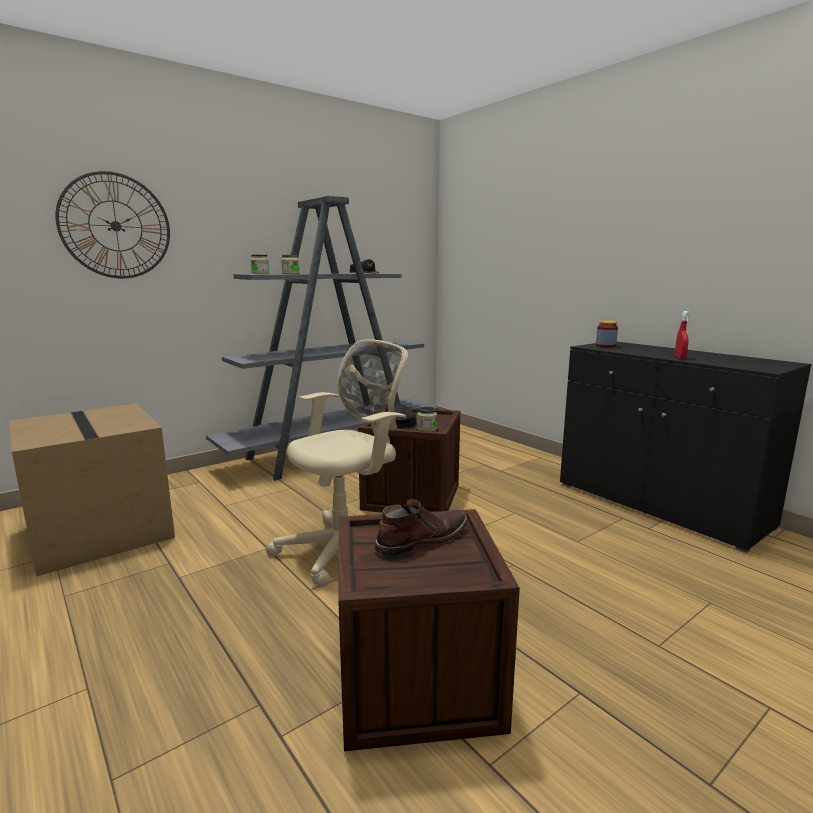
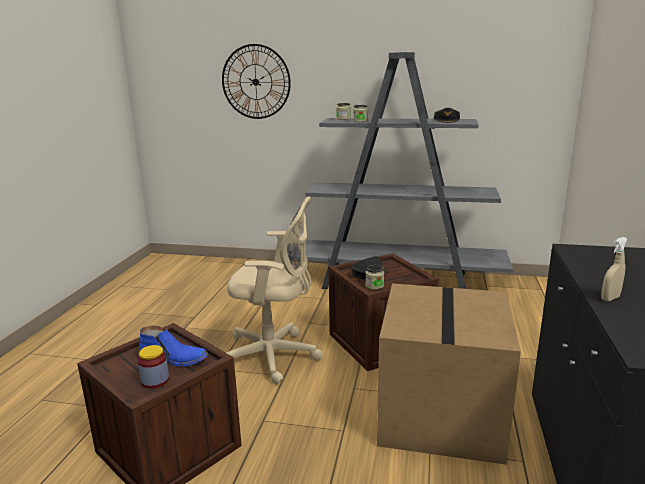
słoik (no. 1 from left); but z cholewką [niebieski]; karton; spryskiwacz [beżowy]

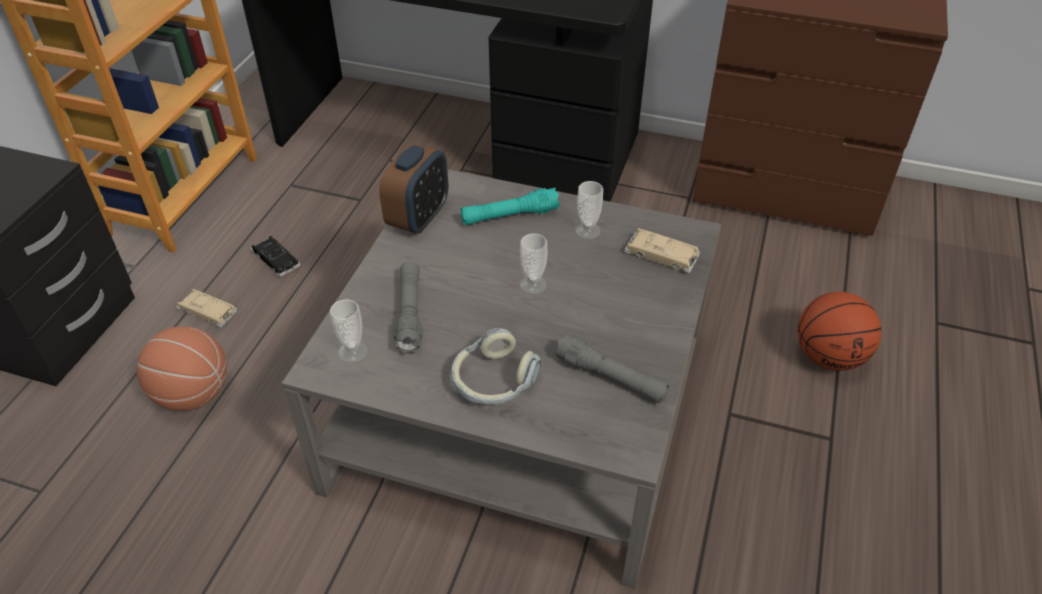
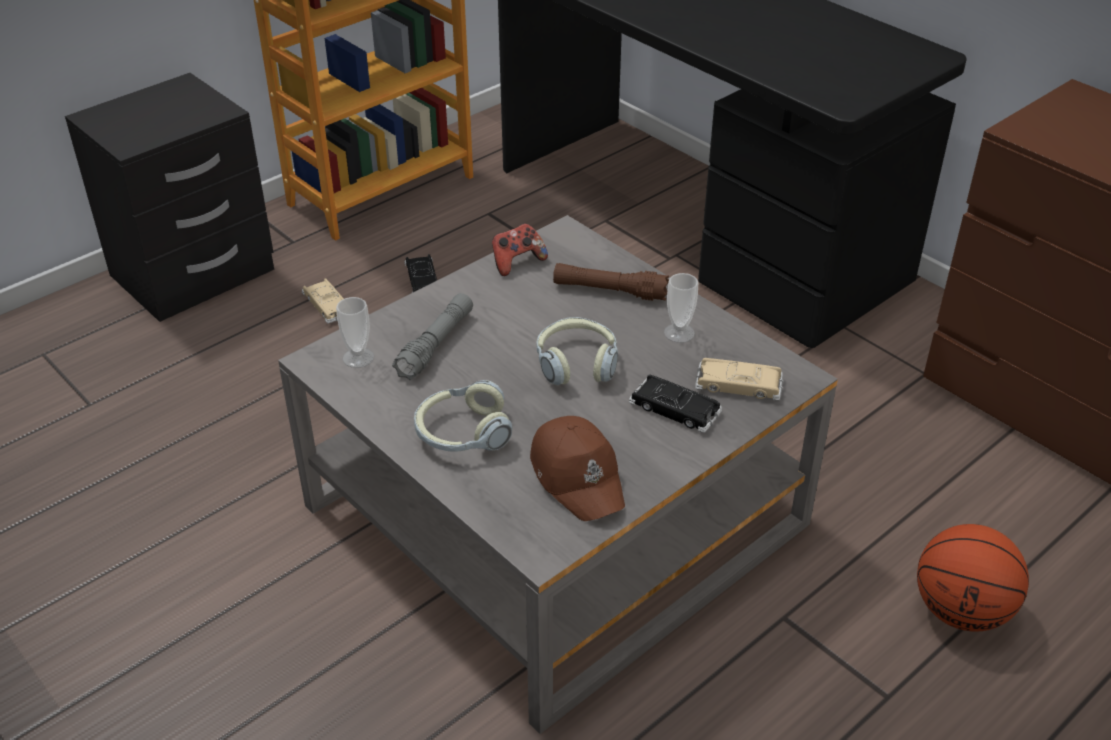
pad do gier; czapka z daszkiem [brązowy]; słuchawki (no. 2 from left); latarka [brązowy]; samochodzik [czarny] (no. 2 from left); samochodzik [beżowy] (no. 2 from left); piłka do koszykówki (no. 1 from left in the first image)

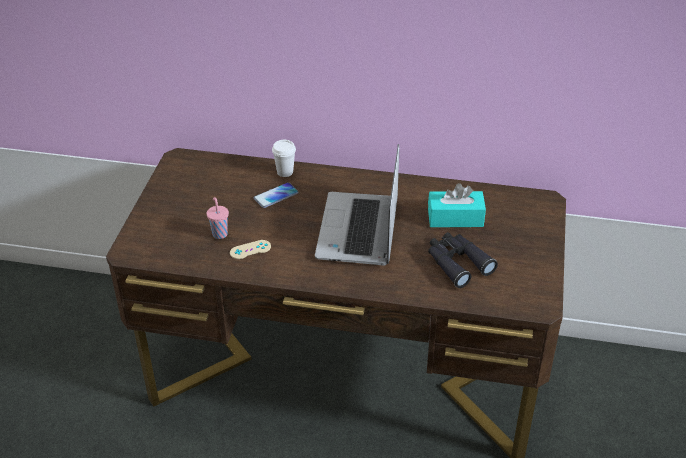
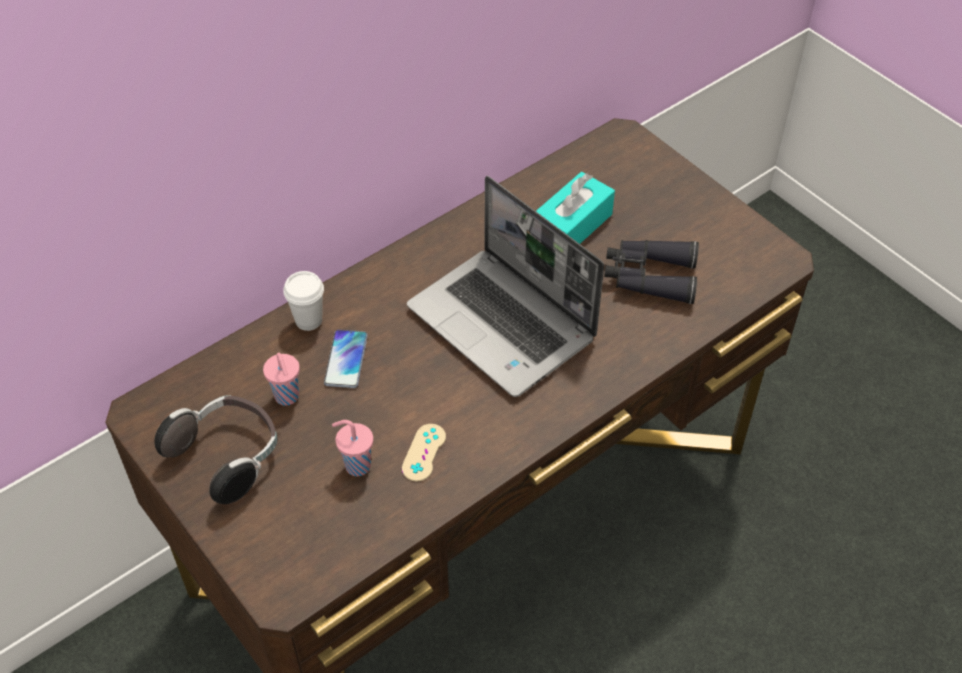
słuchawki; filiżanka [różowy] (no. 1 from left)

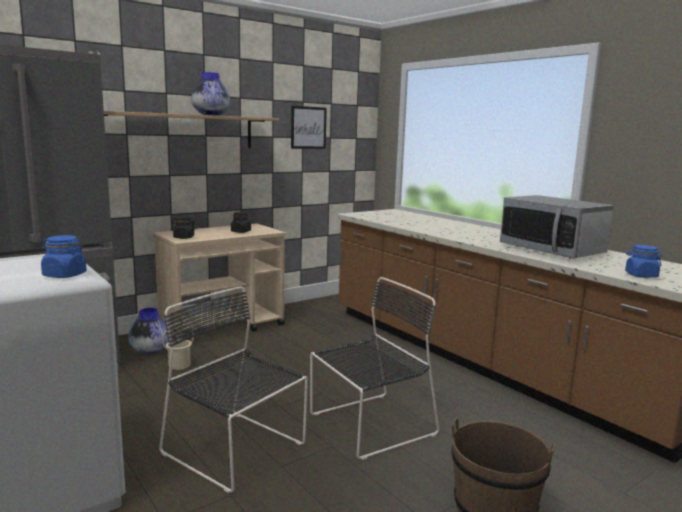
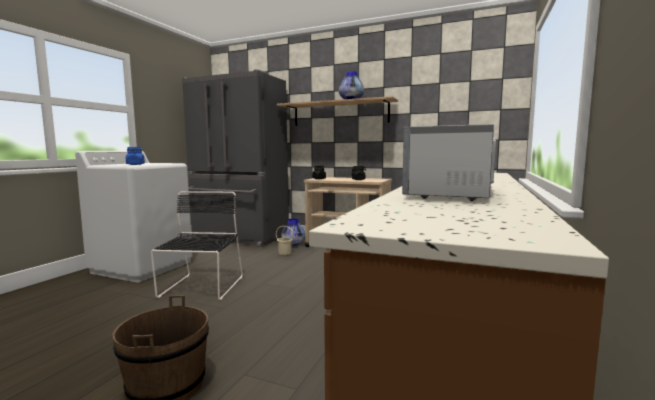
obraz; krzesło [czarny] (no. 2 from left in the first image); słoik [niebieski] (no. 2 from left in the first image)

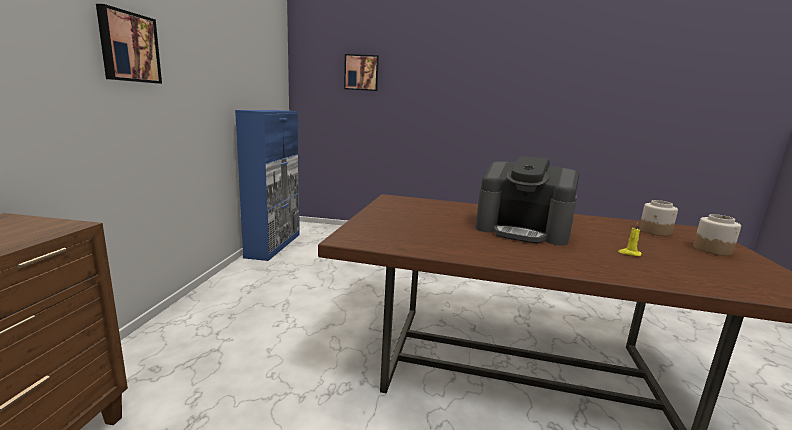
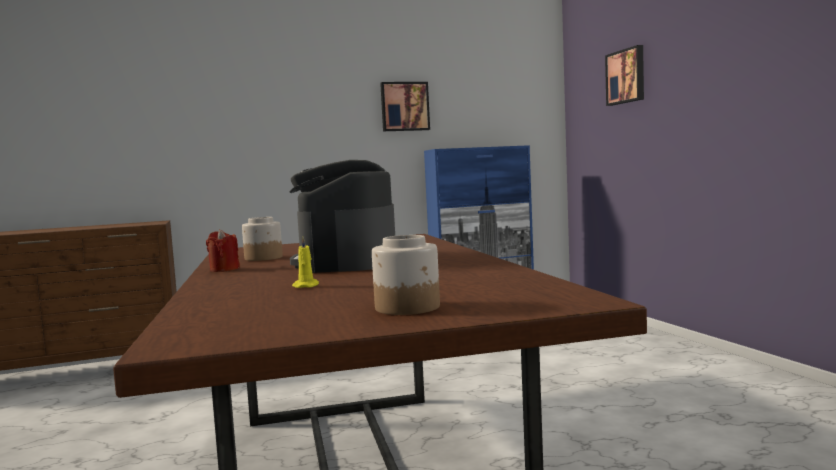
świeca [czerwony]; słoik (no. 1 from left); obraz (no. 1 from left)

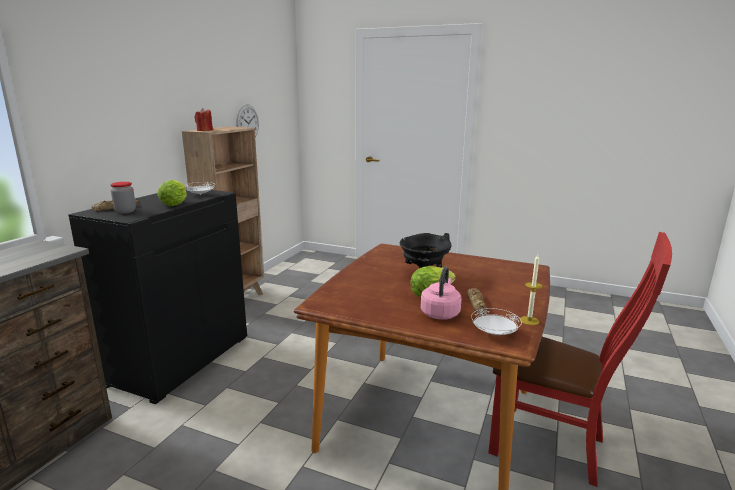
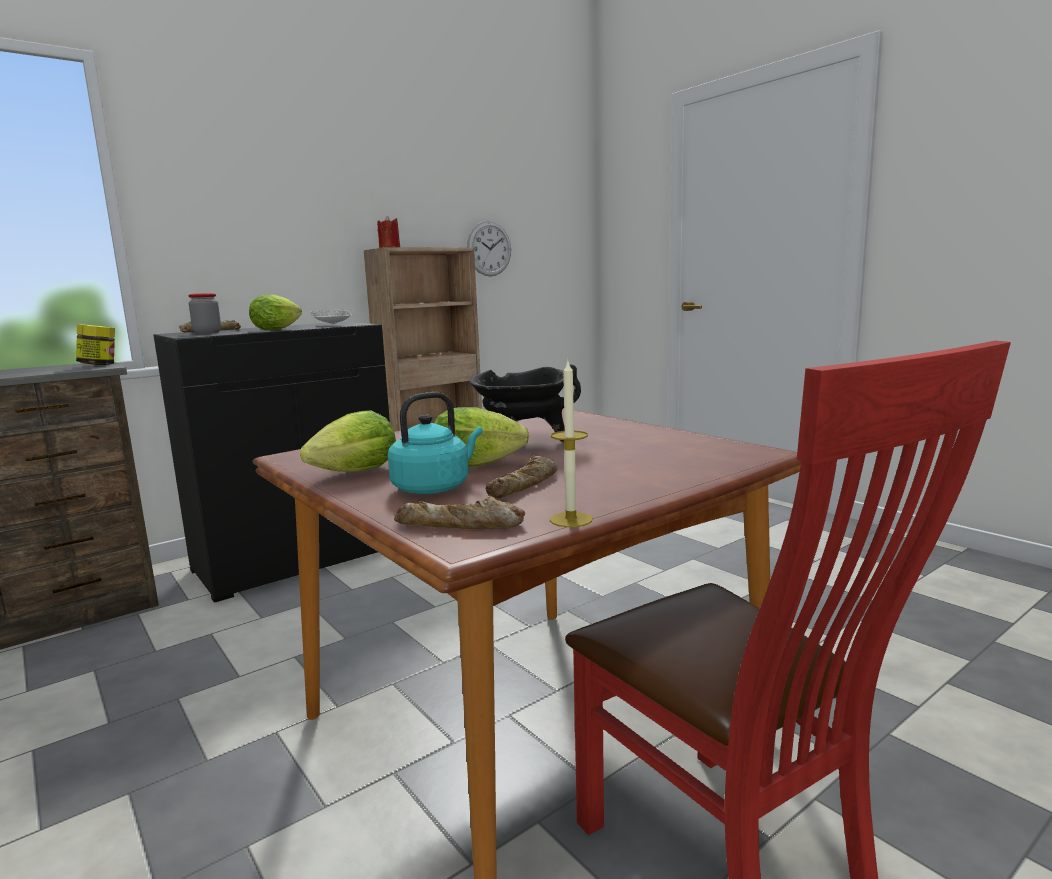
słoik (no. 1 from left); sałata (no. 2 from left); czajnik [turkusowy]; chleb (no. 2 from left)

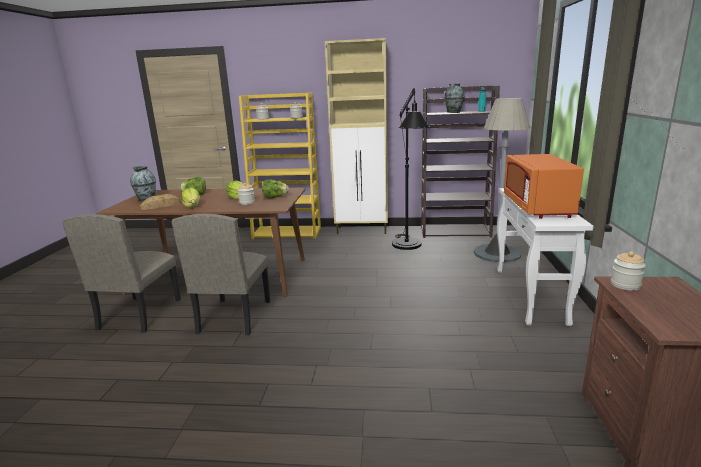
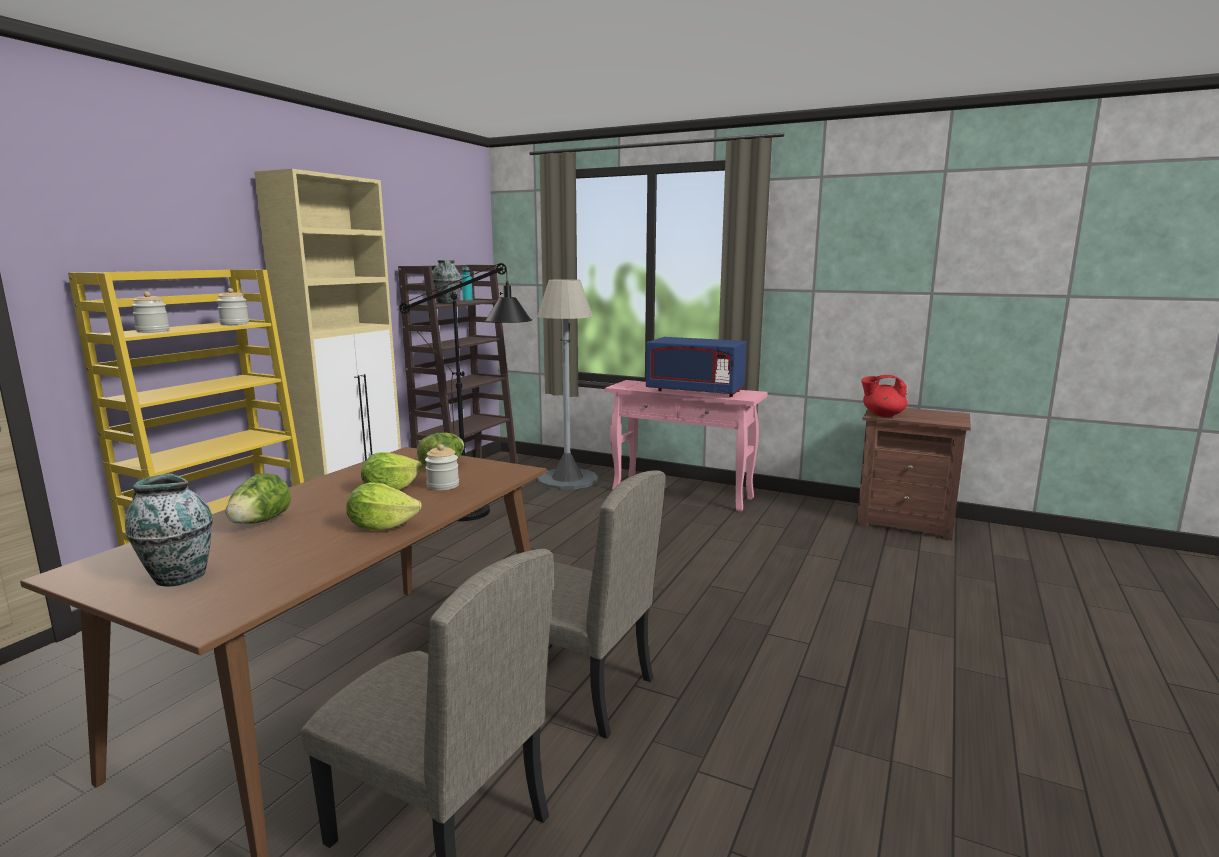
stolik konsolowy [różowy]; mikrofalówka [niebieski]; imbryk [czerwony]; chleb

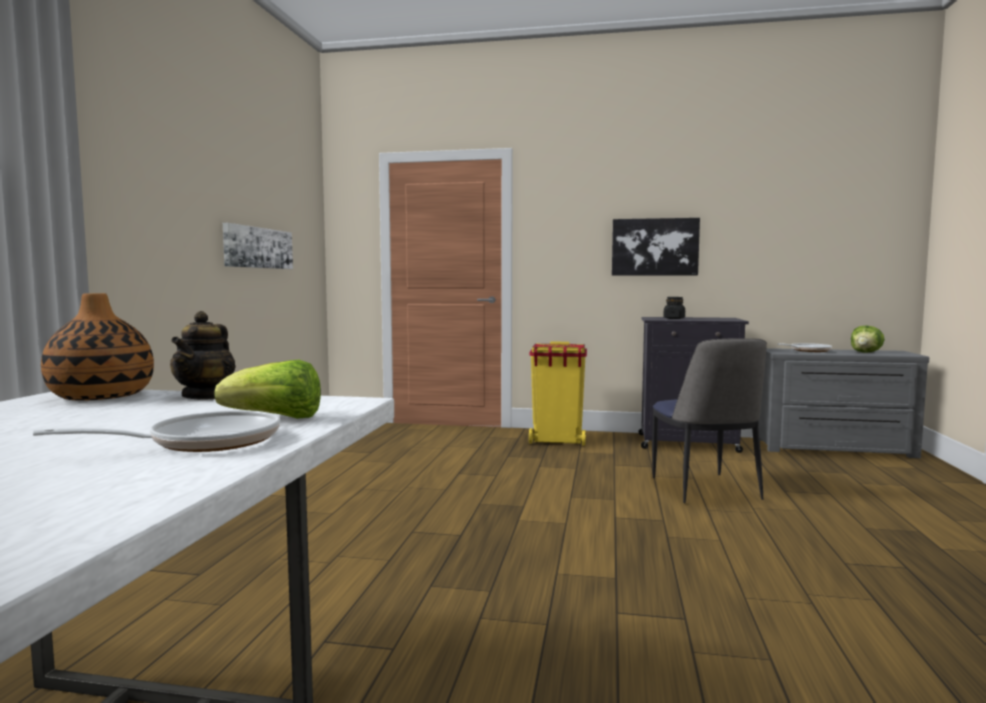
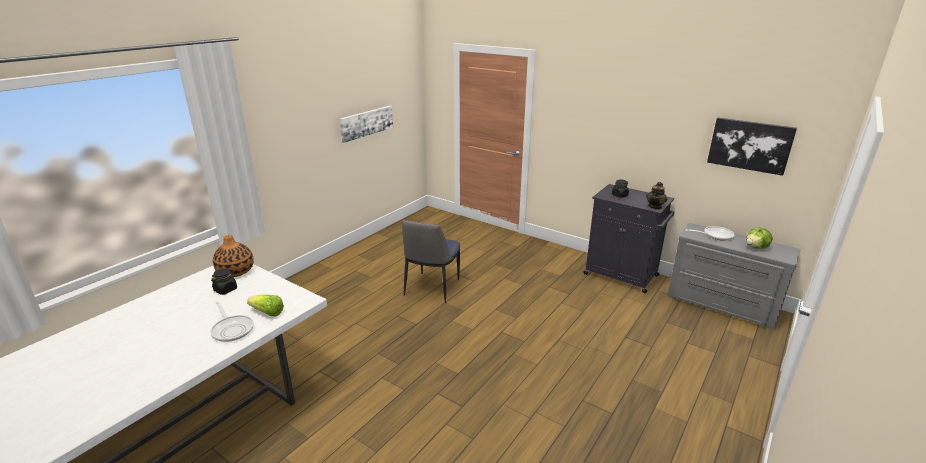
patelnia (no. 1 from left); słoik [czarny] (no. 1 from left); krzesło; imbryk; obraz (no. 2 from left); kosz na śmieci [żółty]

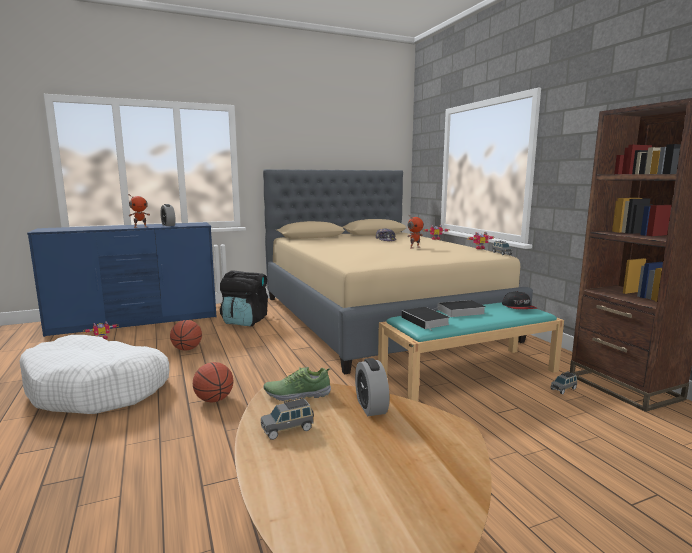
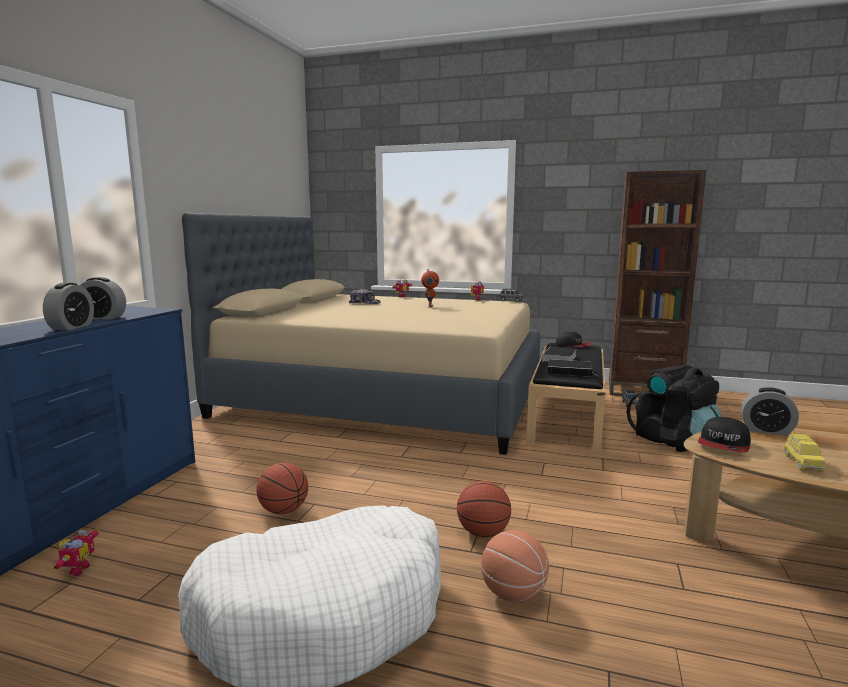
budzik (no. 1 from left); piłka do koszykówki (no. 3 from left); ławka [czarny]; plecak [czarny]; czapka z daszkiem (no. 3 from left); samochodzik [żółty]

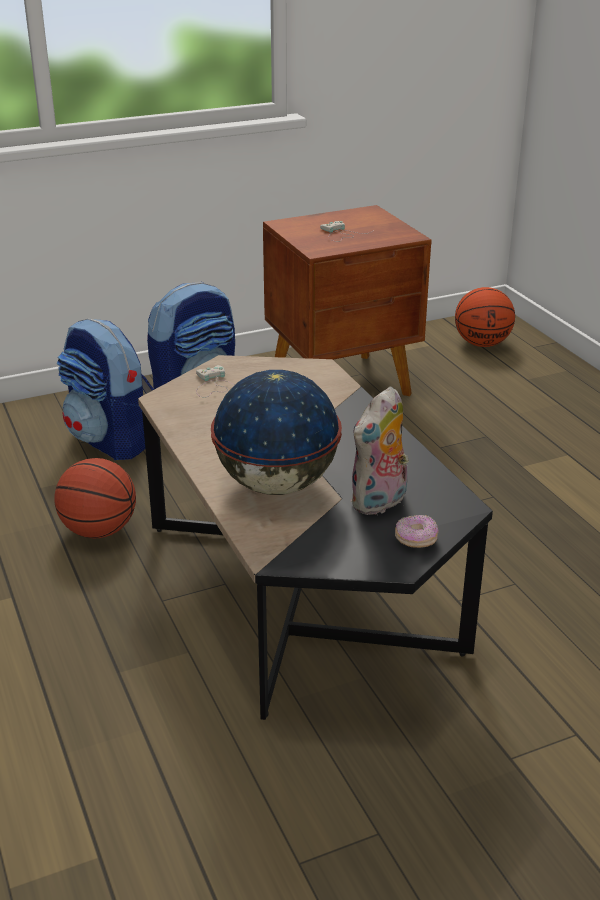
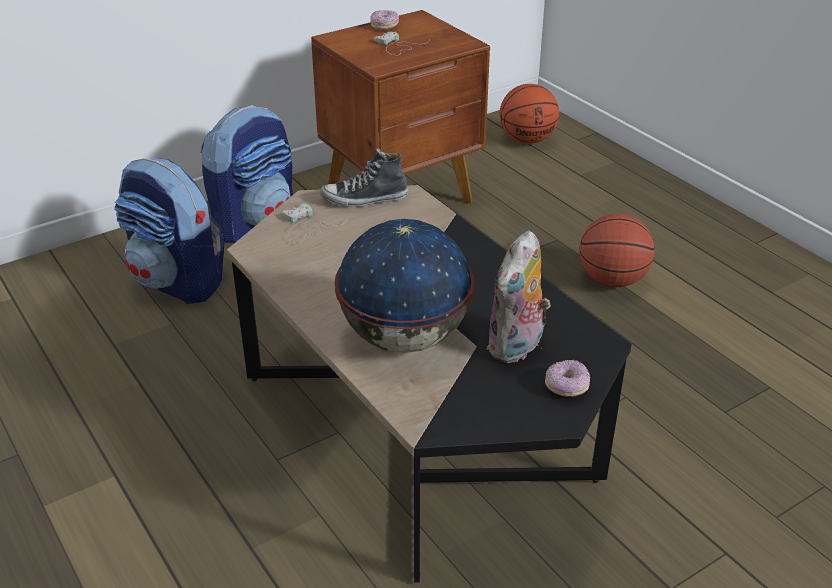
but; donut (no. 1 from left); piłka do koszykówki (no. 2 from left)

